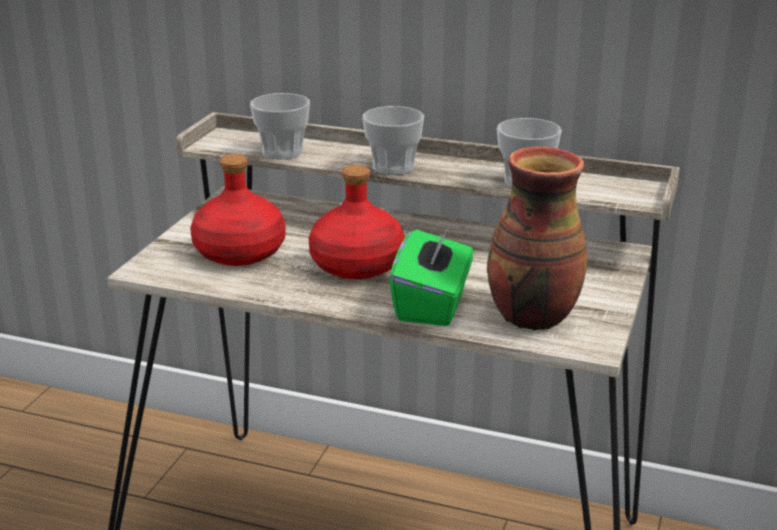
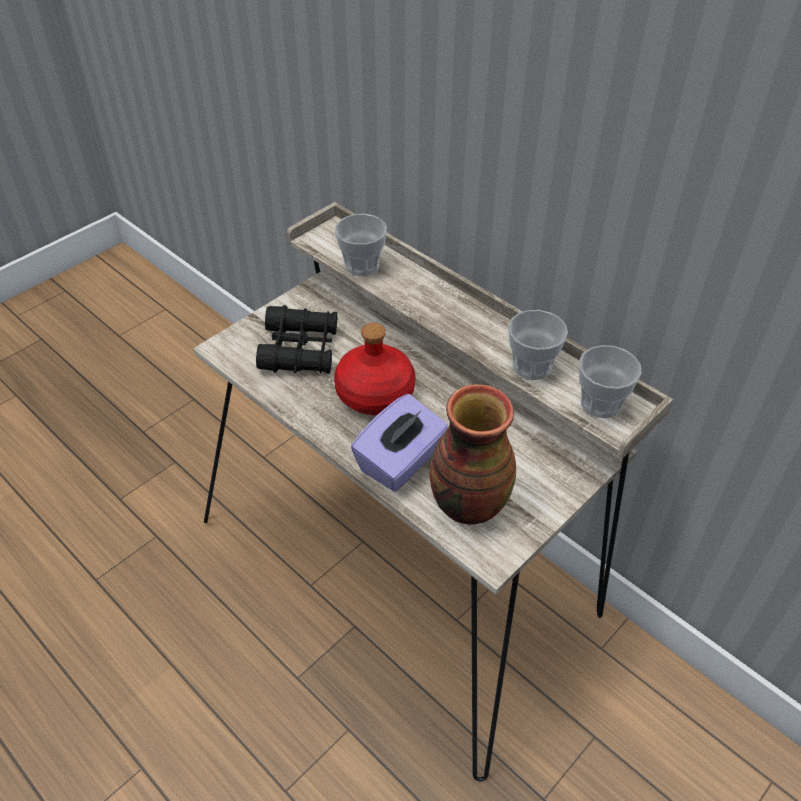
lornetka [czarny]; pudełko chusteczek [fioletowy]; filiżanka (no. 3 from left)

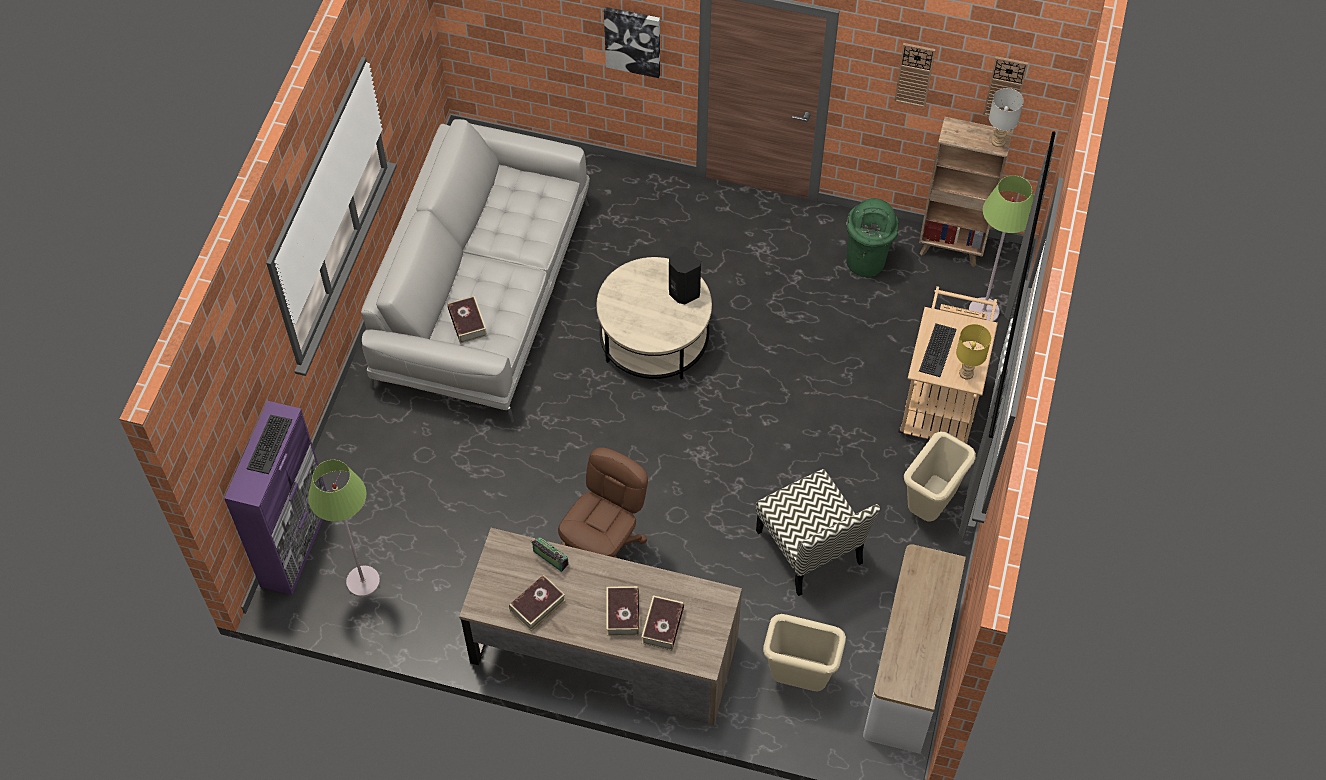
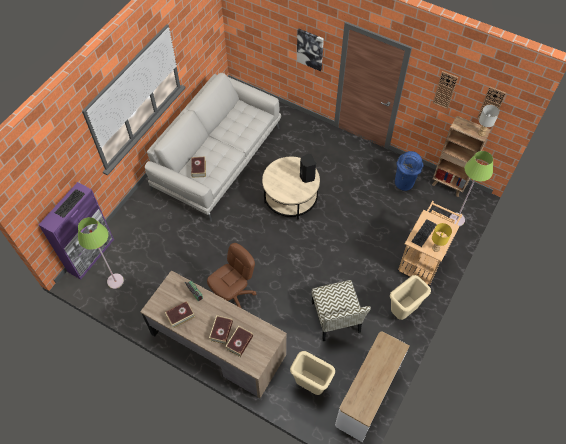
kosz na śmieci [niebieski]

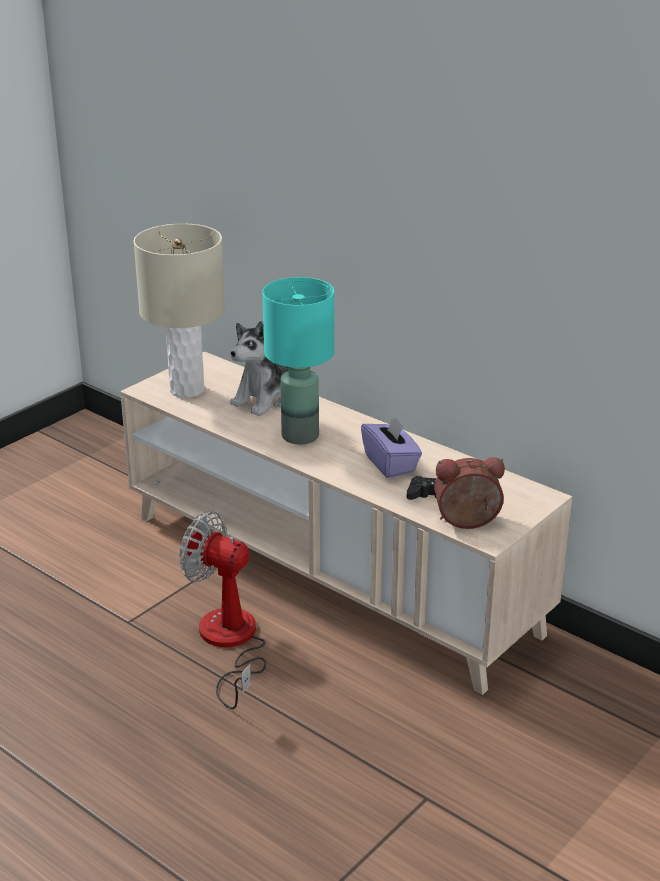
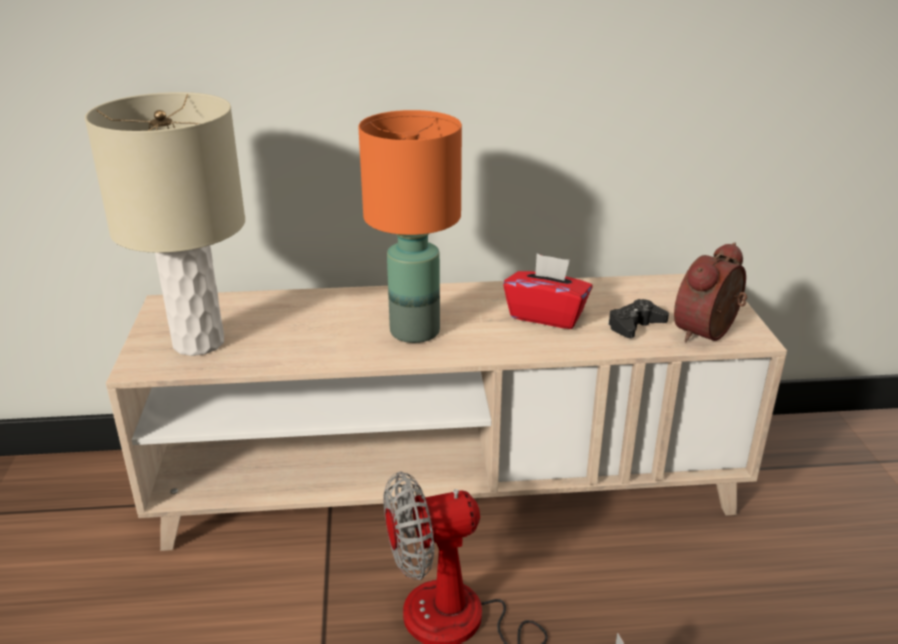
lampa stołowa [pomarańczowy]; pudełko chusteczek [czerwony]; pluszak

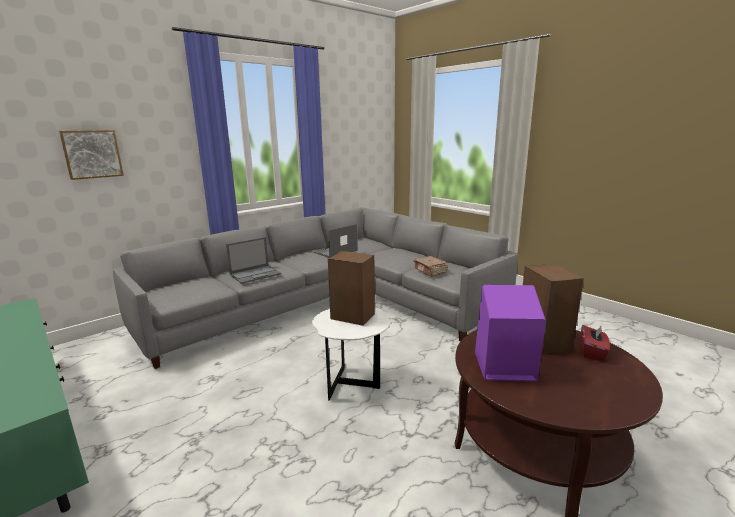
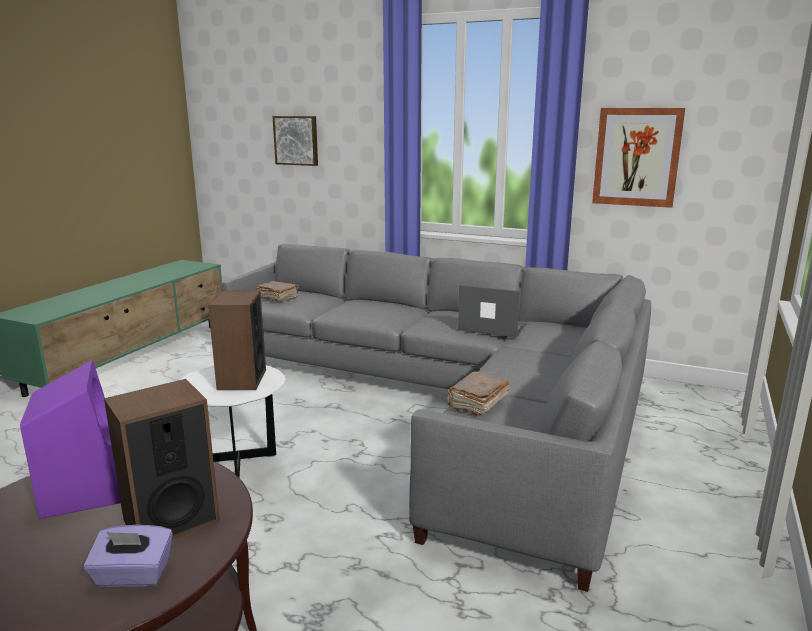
pudełko chusteczek [fioletowy]; książka [brązowy] (no. 1 from left); obraz (no. 2 from left); laptop (no. 1 from left in the first image)

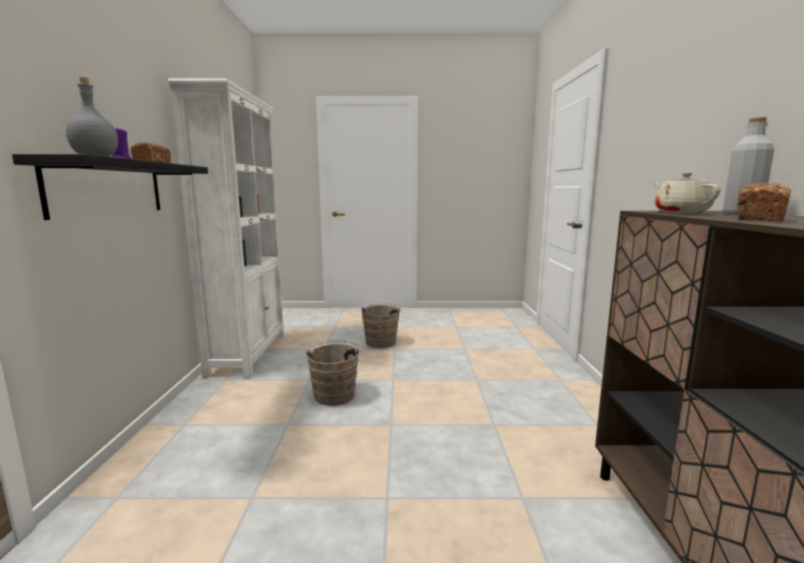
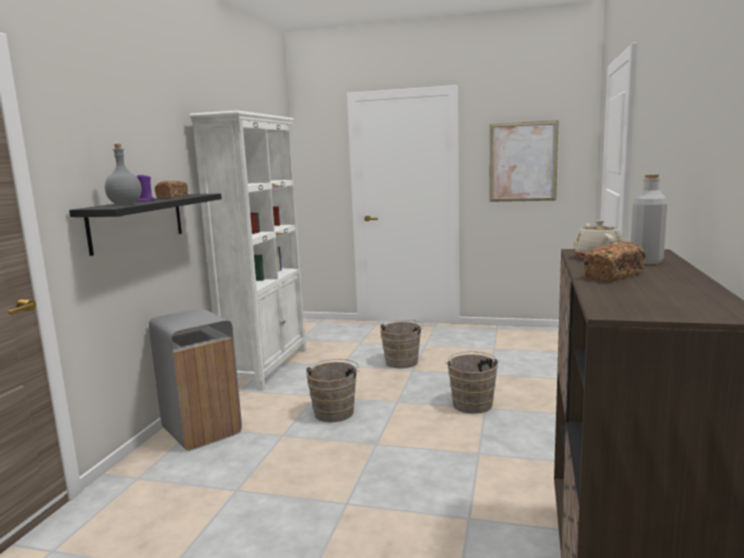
kosz na śmieci [szary]; wiadro [brązowy] (no. 3 from left); obraz

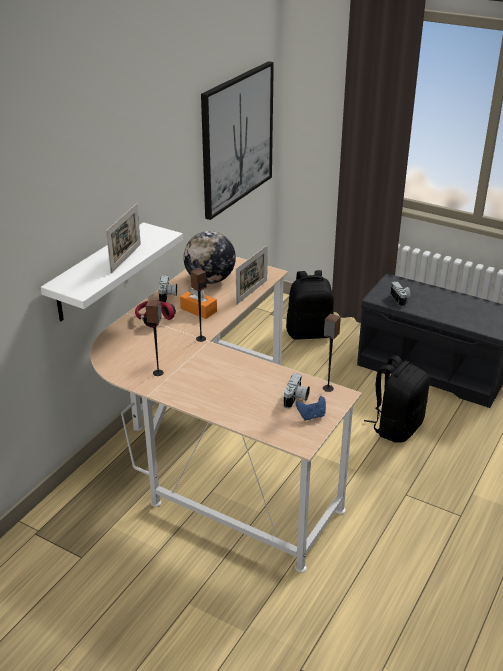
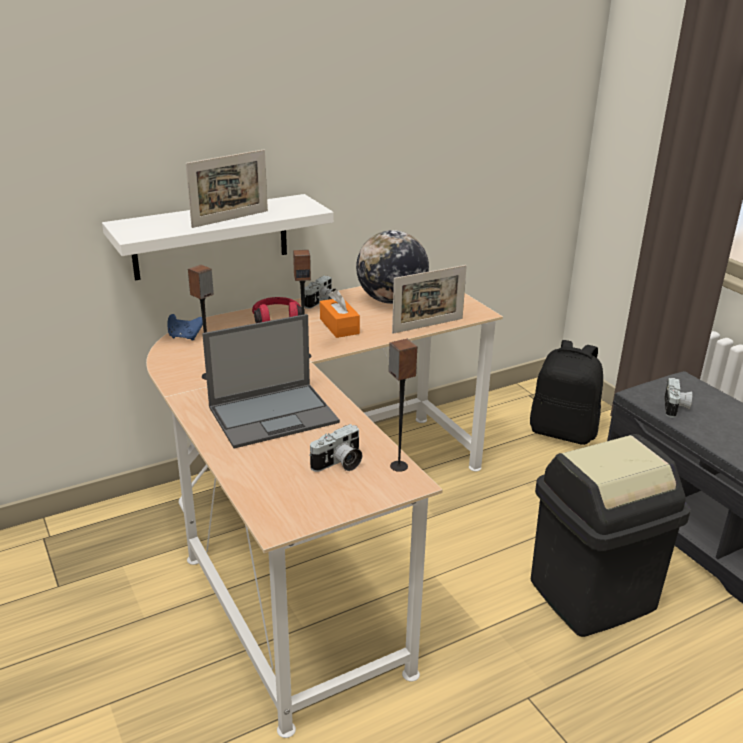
pad do gier [niebieski]; laptop; kosz na śmieci [czarny]; obraz

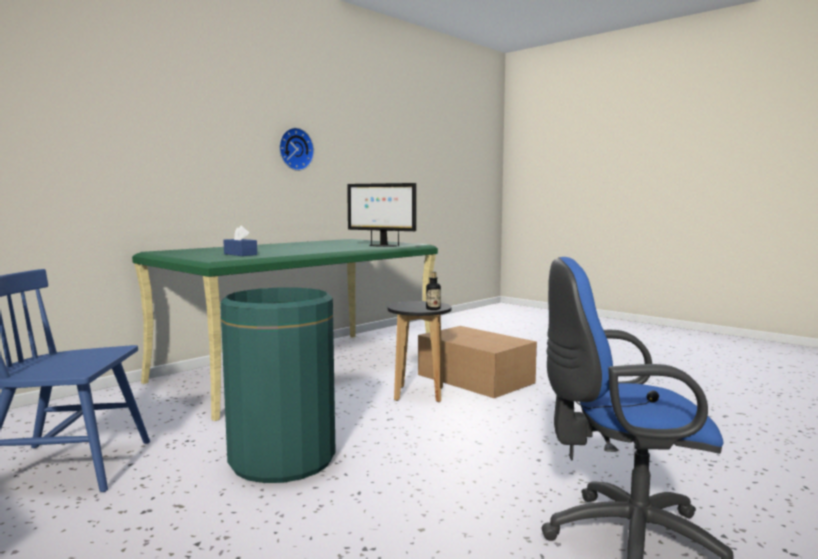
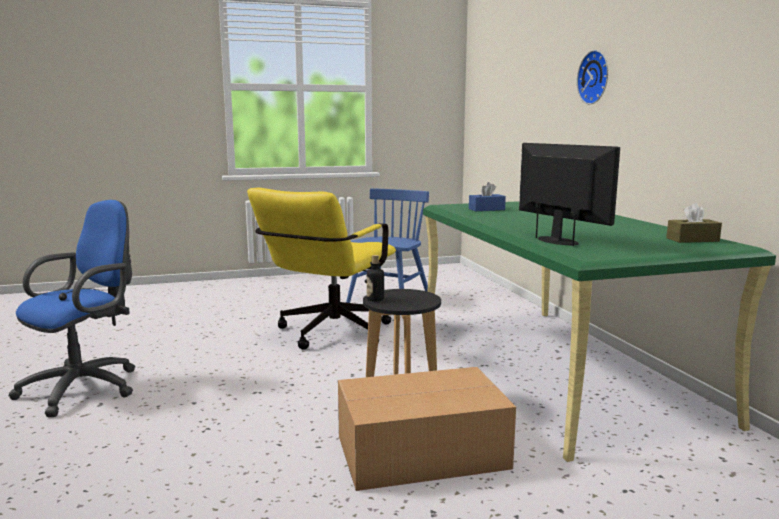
krzesło biurowe [żółty]; monitor; zegar ścienny; pudełko chusteczek [brązowy]

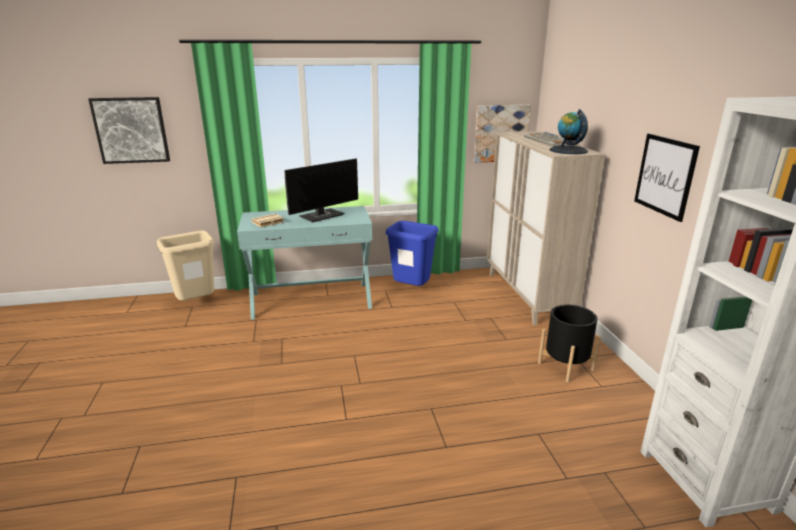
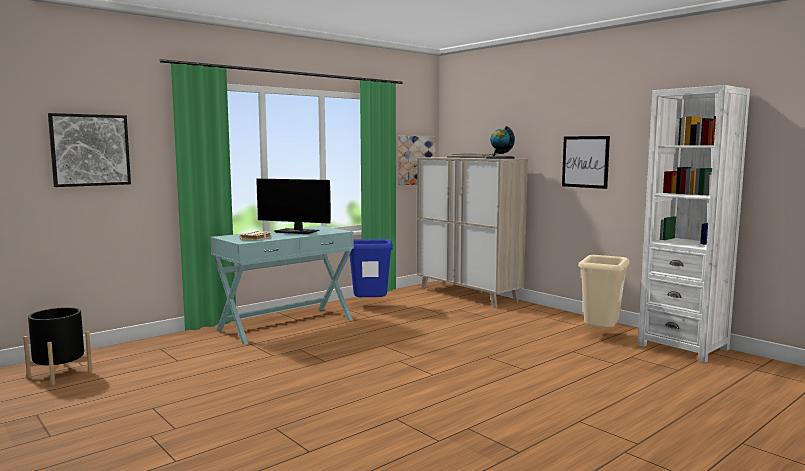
donica [czarny]; monitor; kosz na śmieci [beżowy]

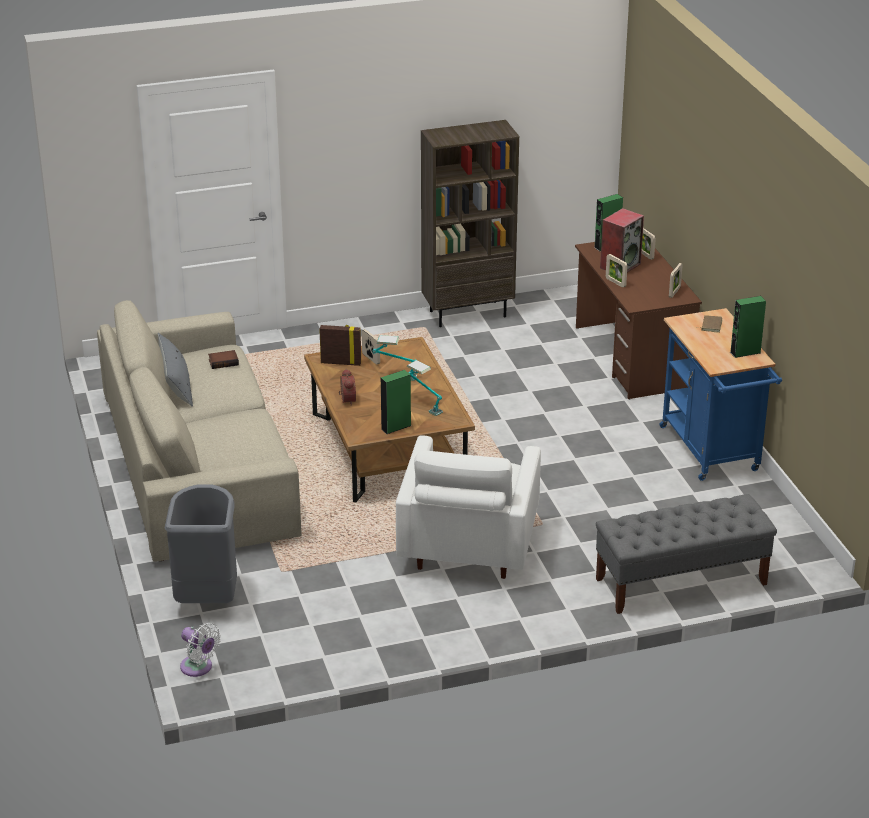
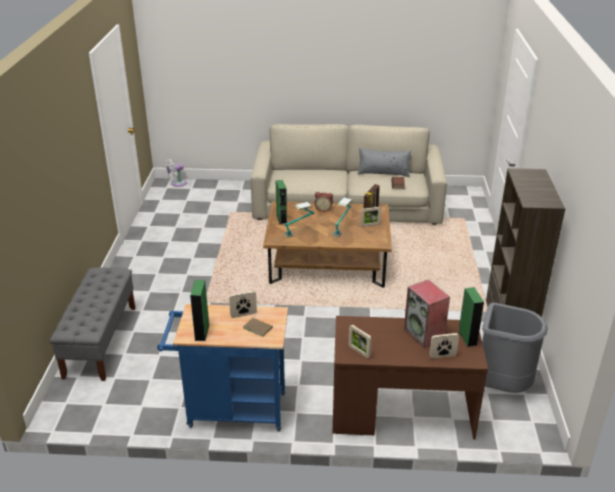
ramka na zdjęcie (no. 1 from left); kosz na śmieci [szary]; fotel [biały]

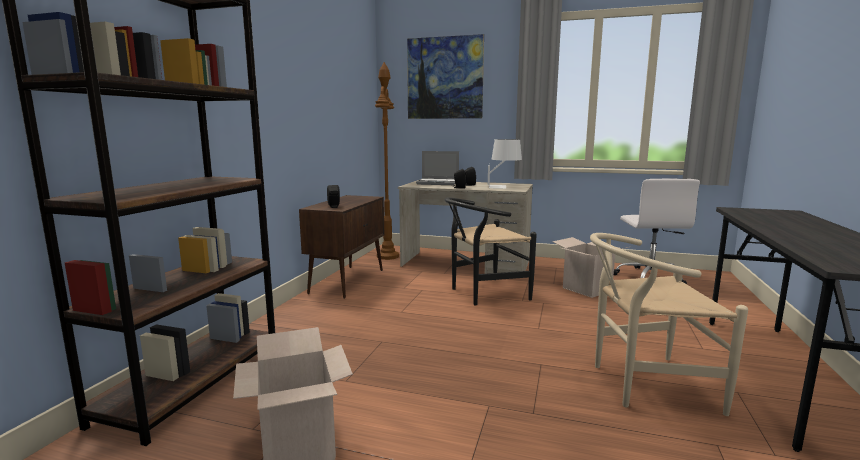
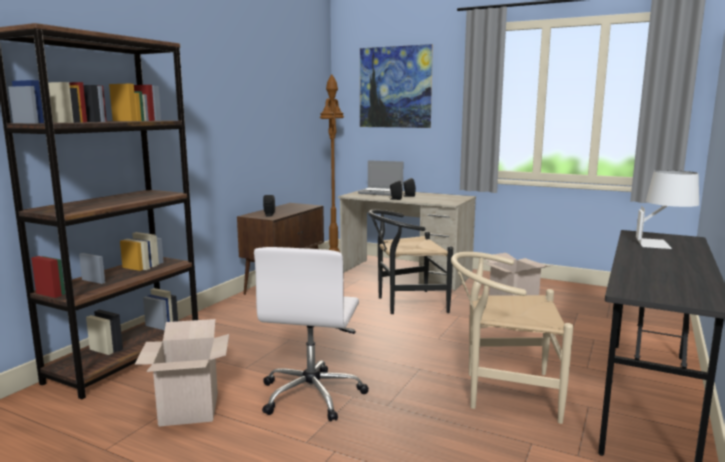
krzesło biurowe [biały]; lampa stołowa [biały]

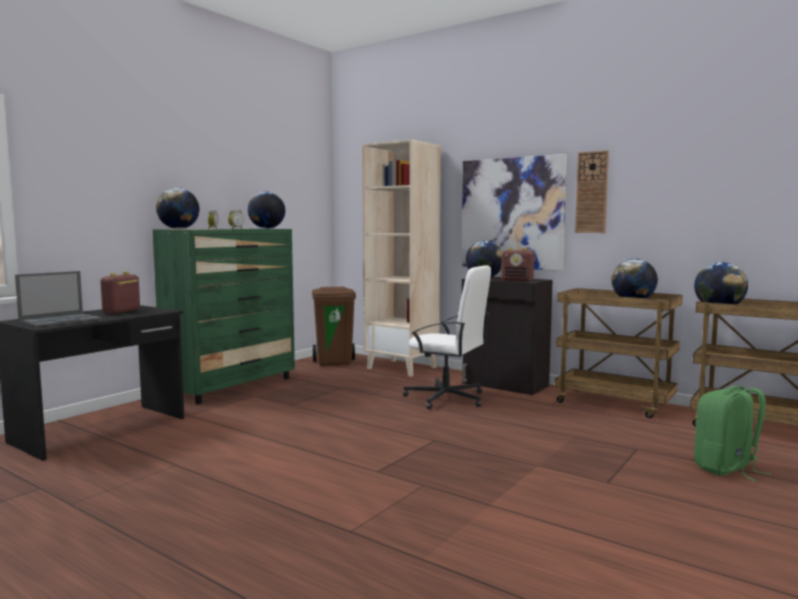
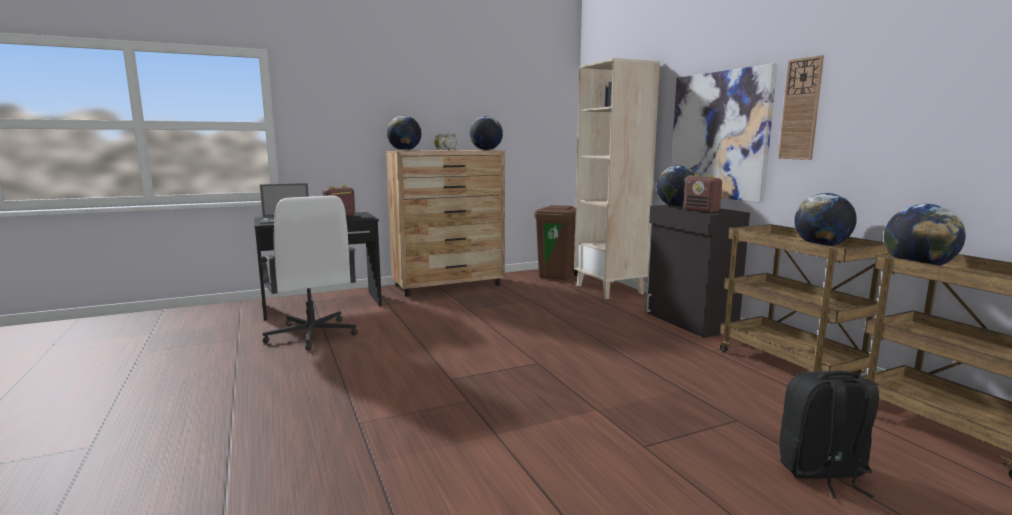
krzesło biurowe [biały]; komoda [brązowy]; plecak [czarny]

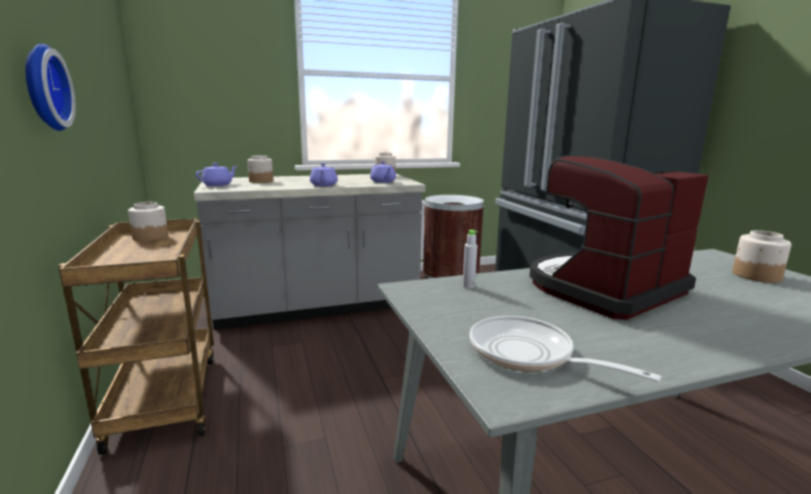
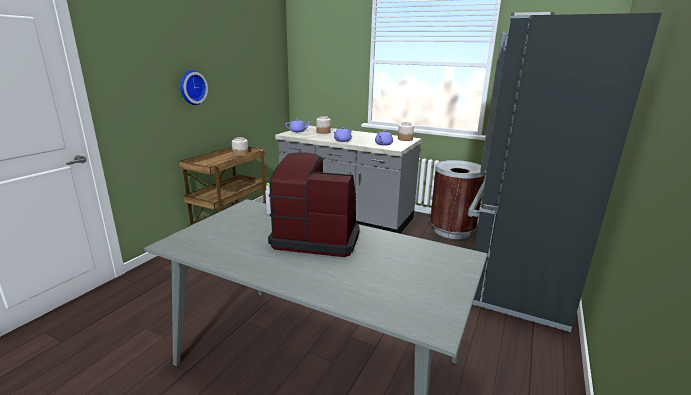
patelnia; słoik (no. 4 from left in the first image)

